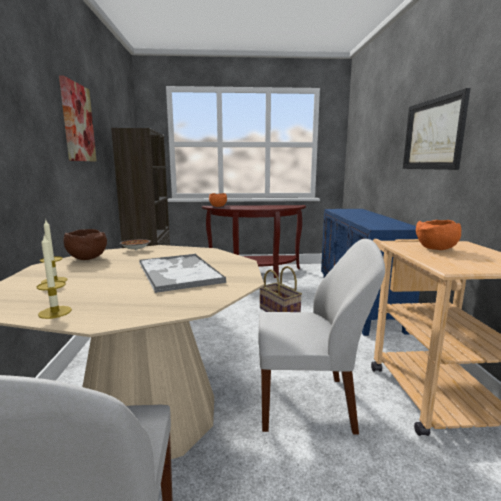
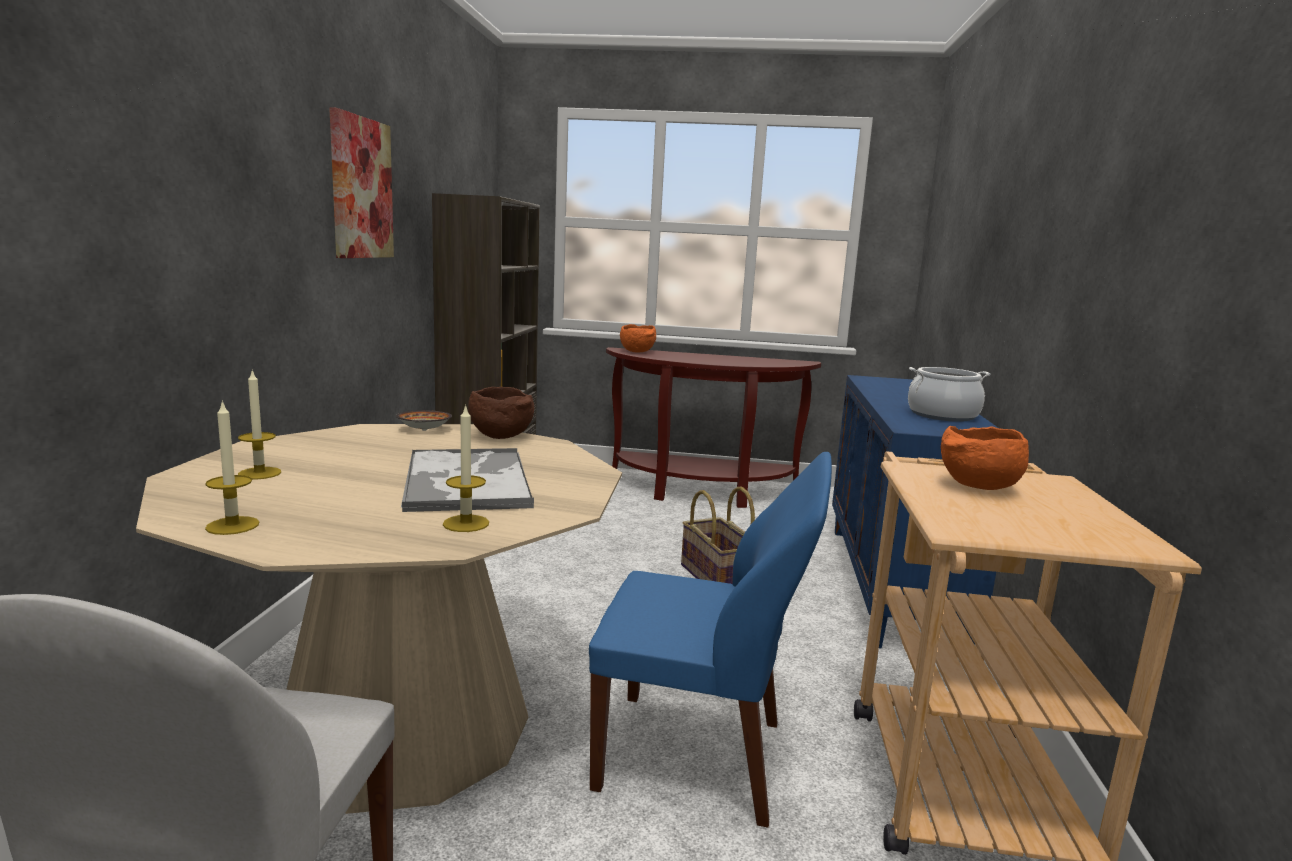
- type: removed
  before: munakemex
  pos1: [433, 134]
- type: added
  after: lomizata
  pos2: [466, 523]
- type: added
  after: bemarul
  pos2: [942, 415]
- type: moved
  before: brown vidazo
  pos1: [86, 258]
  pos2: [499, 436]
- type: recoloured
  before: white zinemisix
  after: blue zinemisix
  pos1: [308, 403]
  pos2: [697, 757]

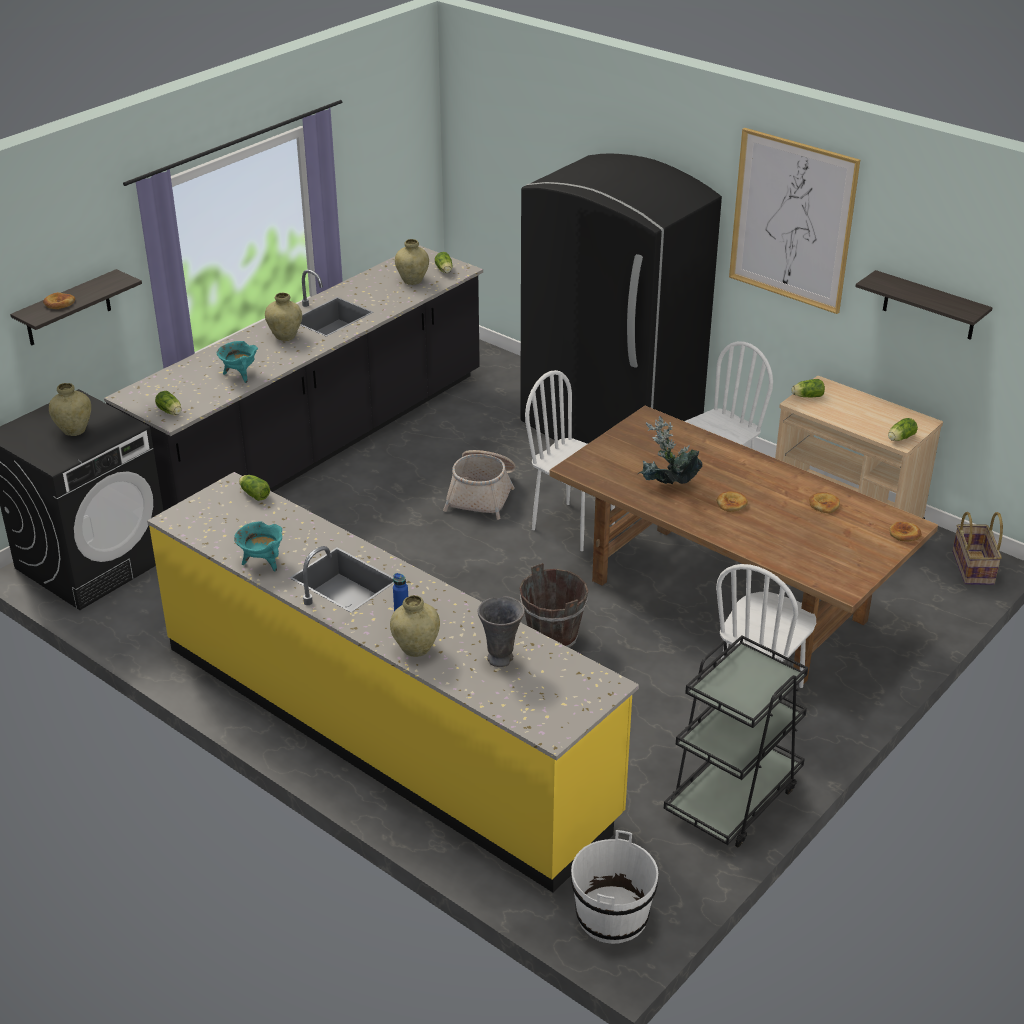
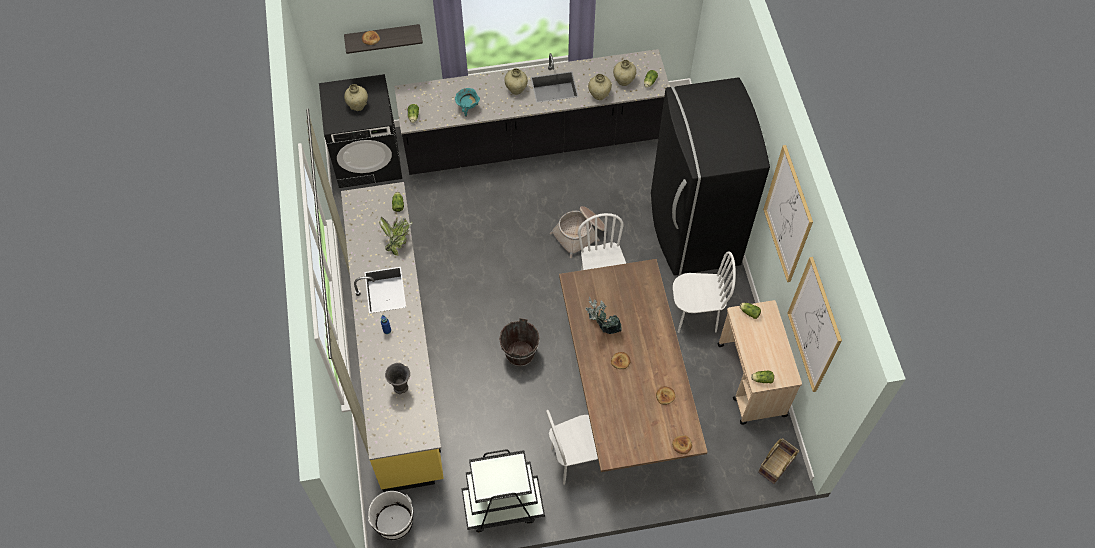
- type: removed
  before: turquoise bemarul
  pos1: [262, 562]
- type: added
  after: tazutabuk
  pos2: [398, 241]
- type: moved
  before: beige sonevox
  pos1: [416, 648]
  pos2: [599, 95]
- type: replaced
  before: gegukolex
  after: munakemex
  pos1: [929, 306]
  pos2: [814, 325]

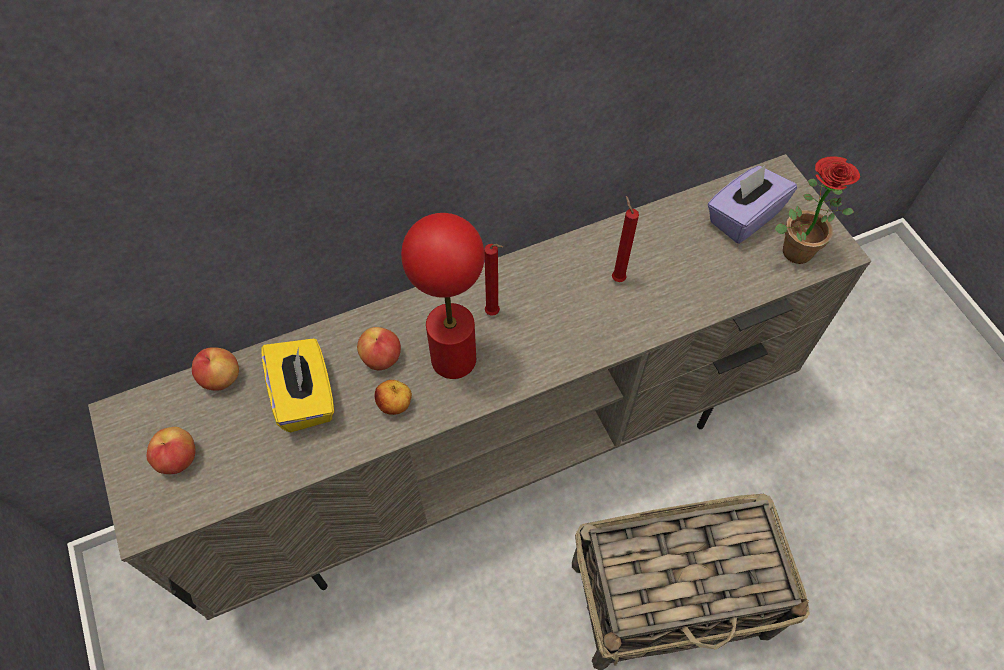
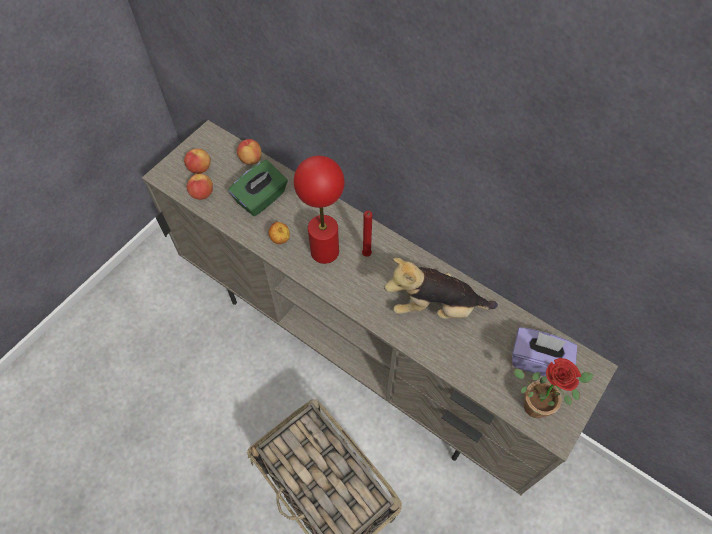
- type: moved
  before: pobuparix
  pos1: [381, 358]
  pos2: [202, 194]
- type: replaced
  before: red lomizata
  after: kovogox
  pos1: [617, 277]
  pos2: [436, 307]
- type: recoloured
  before: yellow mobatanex
  after: green mobatanex
  pos1: [305, 397]
  pos2: [261, 199]

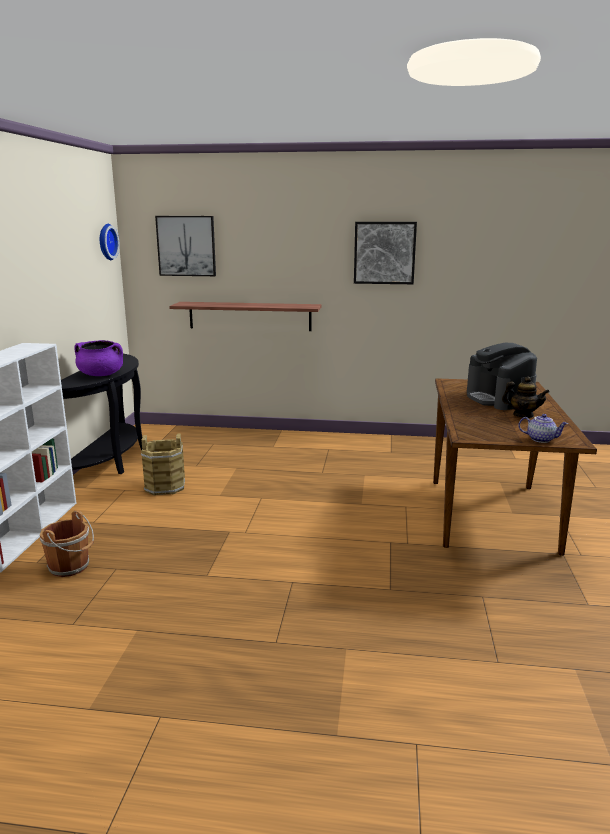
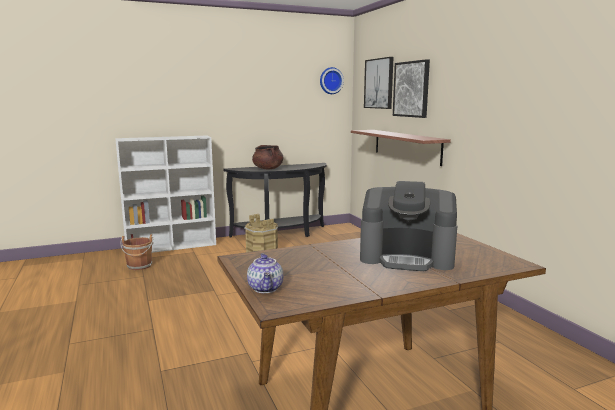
- type: removed
  before: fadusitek
  pos1: [523, 415]
- type: moved
  before: munakemex
  pos1: [384, 253]
  pos2: [411, 89]
- type: recoloured
  before: purple bemarul
  after: brown bemarul
  pos1: [101, 375]
  pos2: [268, 169]
- type: turned
  before: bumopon
  pos1: [499, 399]
  pos2: [407, 257]
  turn: -120

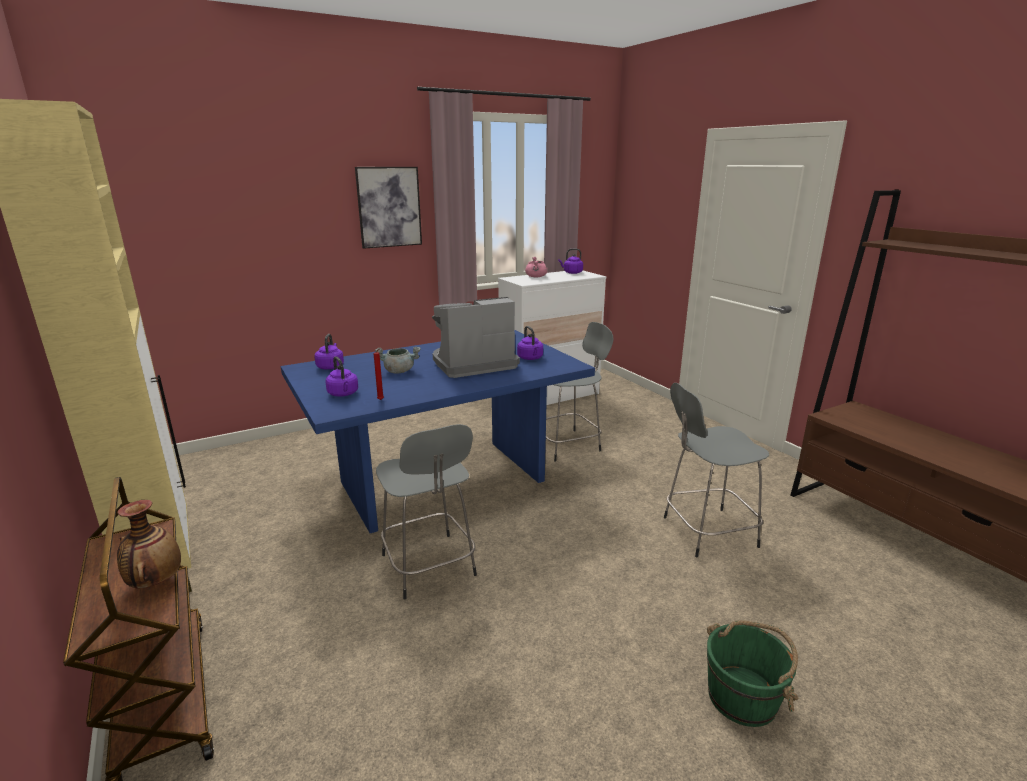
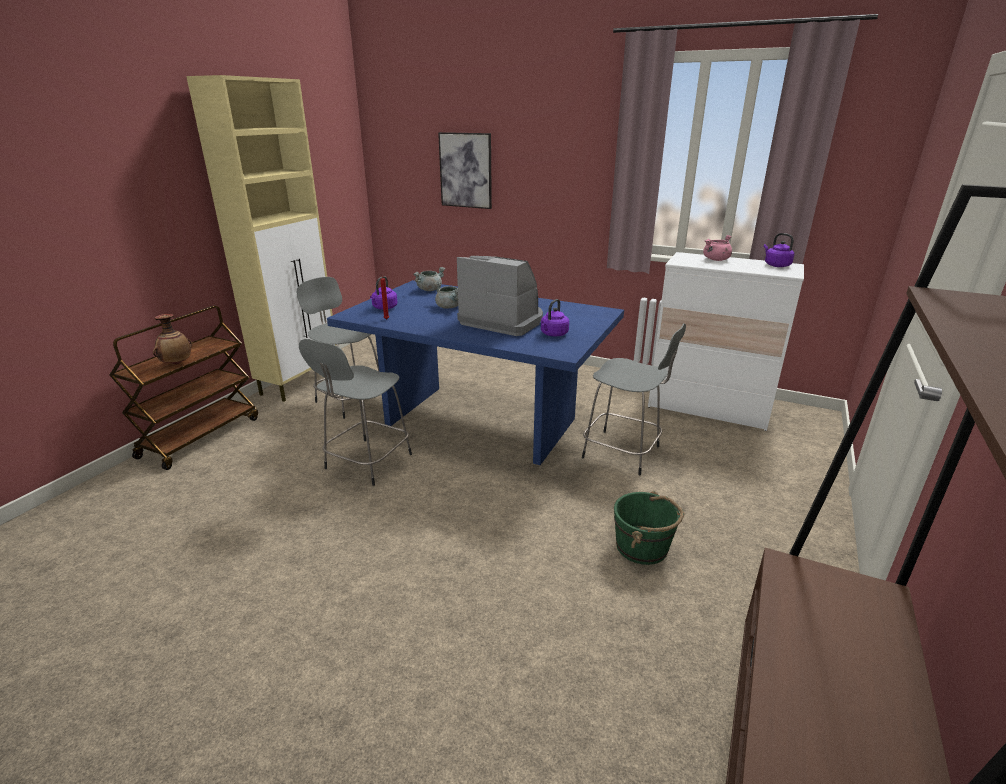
- type: moved
  before: munakemex
  pos1: [389, 207]
  pos2: [466, 170]
- type: moved
  before: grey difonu
  pos1: [706, 532]
  pos2: [349, 400]
- type: moved
  before: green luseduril
  pos1: [743, 697]
  pos2: [643, 547]
- type: replaced
  before: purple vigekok
  after: grey bemarul
  pos1: [330, 366]
  pos2: [429, 290]

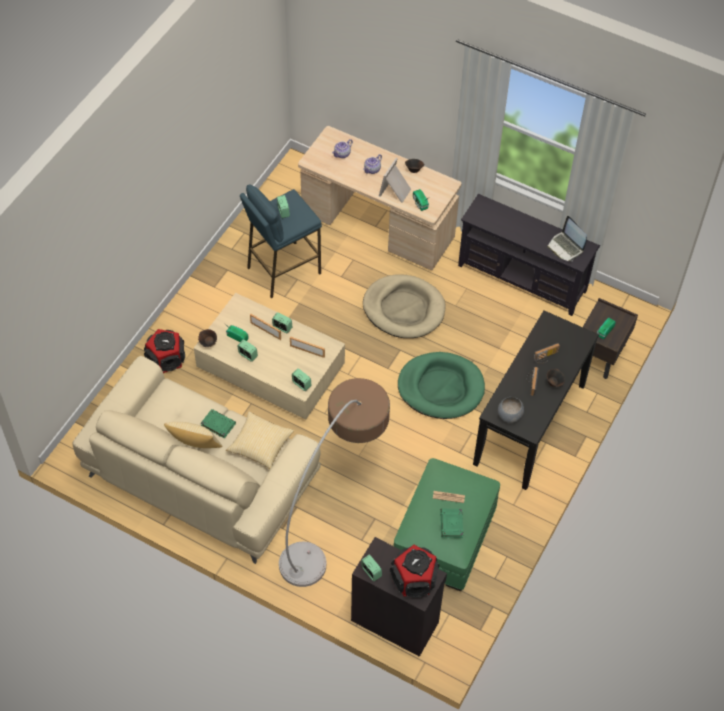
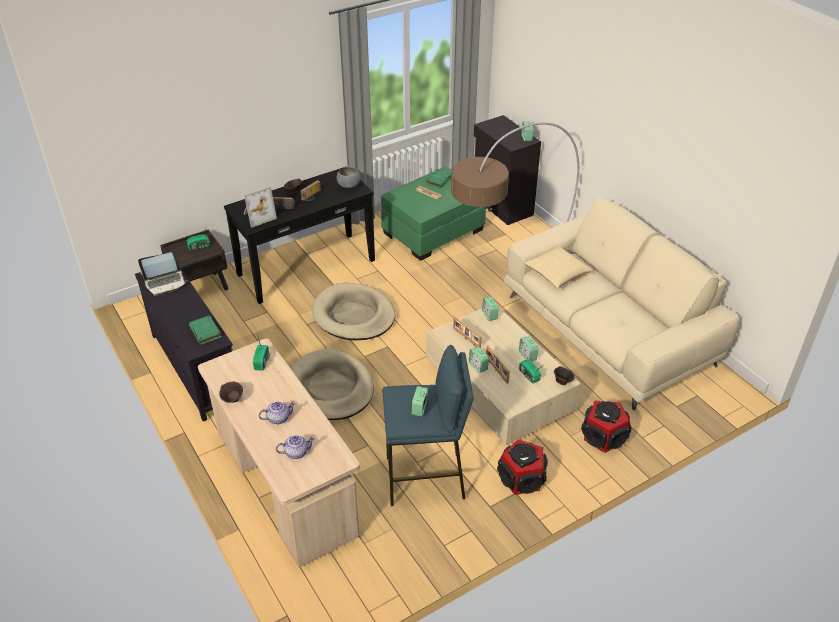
- type: removed
  before: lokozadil
  pos1: [195, 448]
- type: moved
  before: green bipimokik
  pos1: [218, 424]
  pos2: [205, 332]
- type: moved
  before: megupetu
  pos1: [396, 191]
  pos2: [258, 216]
- type: moved
  before: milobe
  pos1: [413, 579]
  pos2: [522, 479]
- type: recoloured
  before: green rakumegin
  after: beige rakumegin
  pos1: [441, 388]
  pos2: [354, 315]
- type: turned
  before: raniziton
  pos1: [566, 247]
  pos2: [165, 282]
  turn: 75

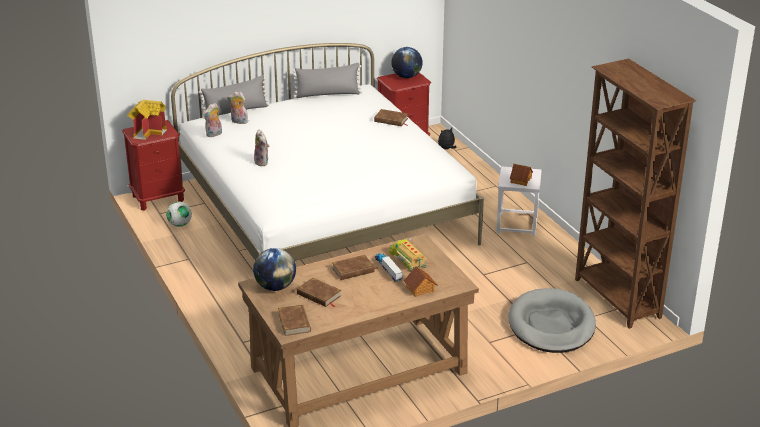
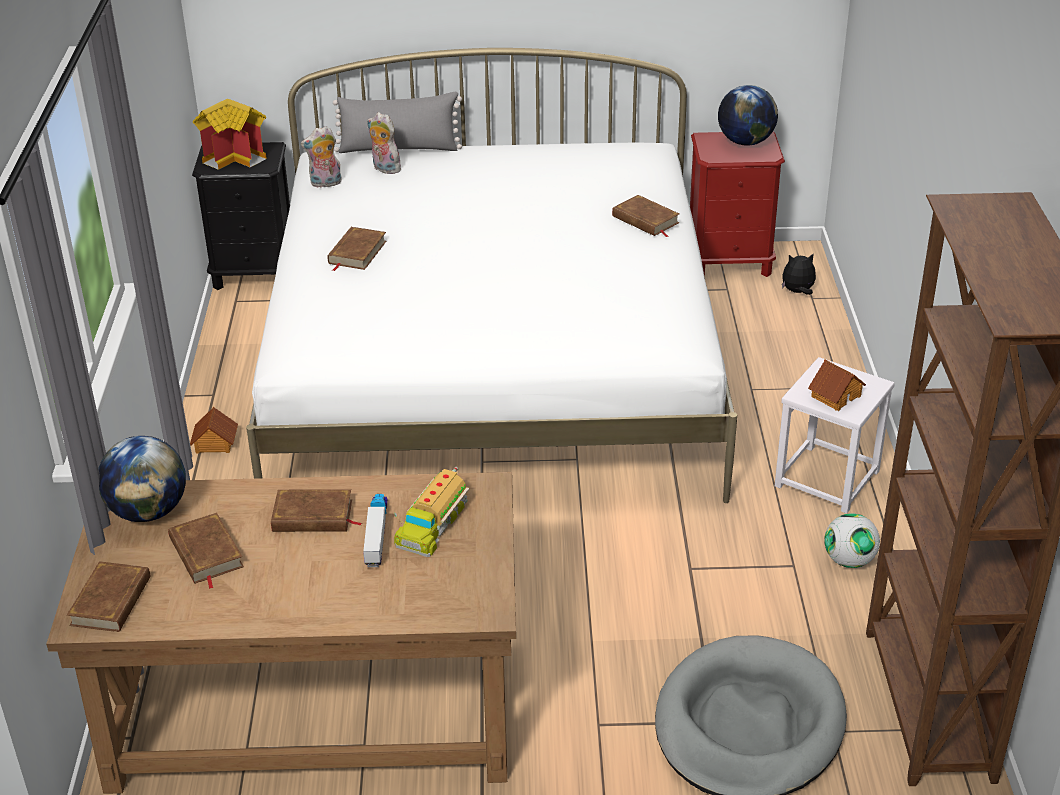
- type: removed
  before: grey lokozadil
  pos1: [328, 94]
- type: moved
  before: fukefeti
  pos1: [180, 224]
  pos2: [849, 561]
- type: moved
  before: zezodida
  pos1: [420, 289]
  pos2: [214, 443]
- type: replaced
  before: kovogox
  after: brown bipimokik
  pos1: [262, 162]
  pos2: [357, 252]
- type: recoloured
  before: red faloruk
  after: black faloruk
  pos1: [158, 198]
  pos2: [255, 273]
- type: turned
  before: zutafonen
  pos1: [408, 260]
  pos2: [432, 523]
  turn: -150

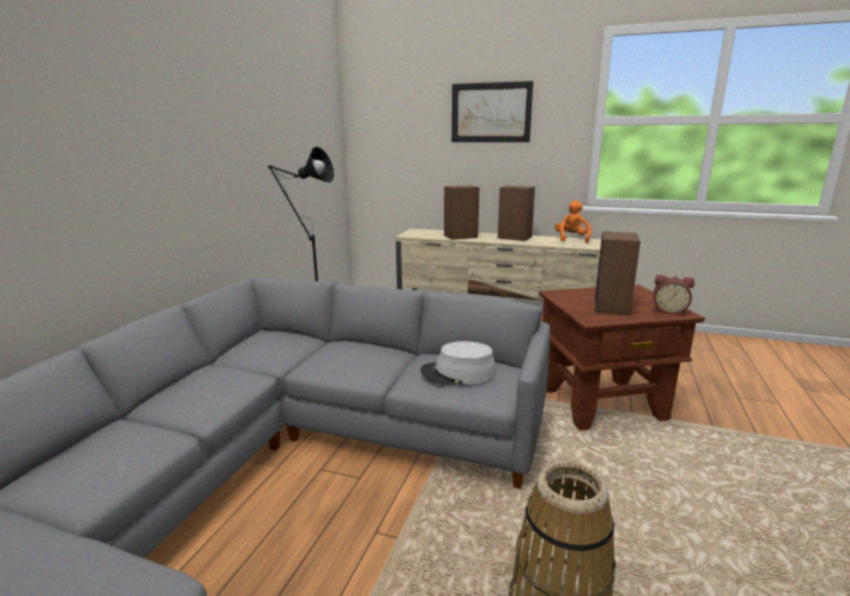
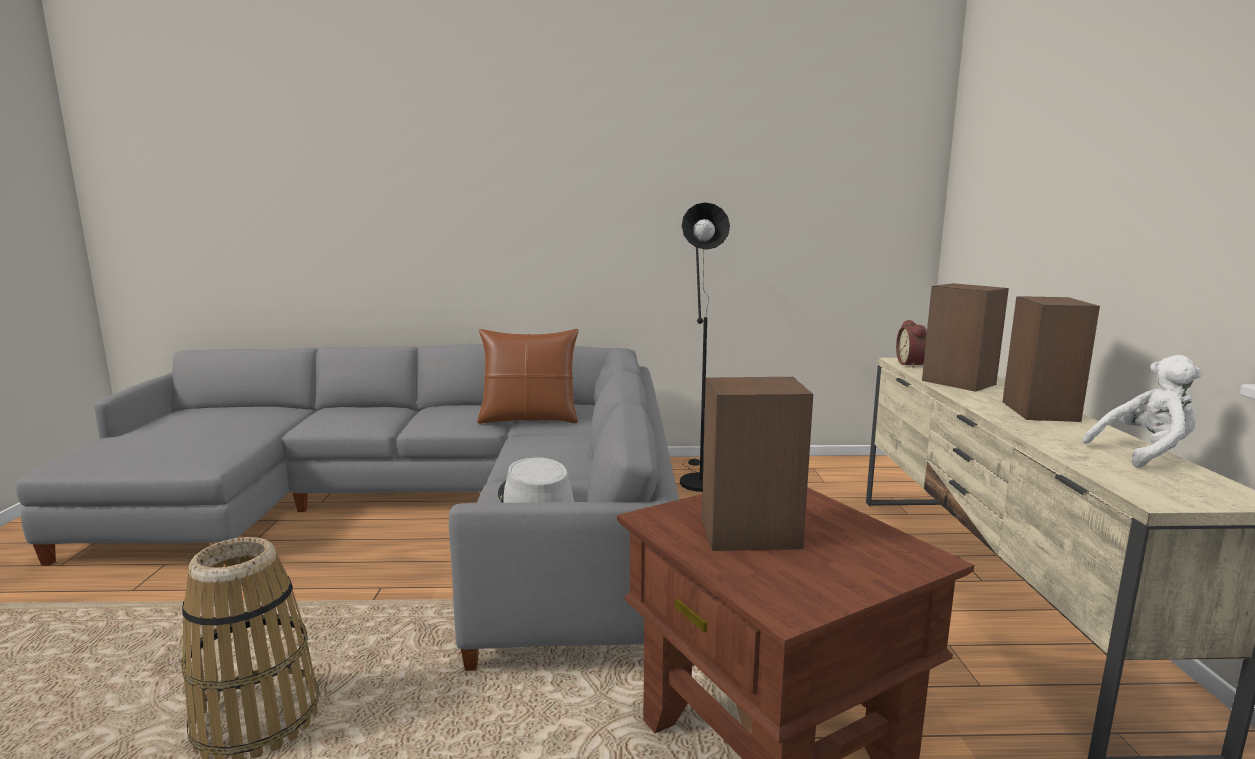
- type: removed
  before: munakemex
  pos1: [491, 112]
- type: added
  after: brown lokozadil
  pos2: [529, 419]
- type: moved
  before: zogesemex
  pos1: [669, 310]
  pos2: [913, 364]
- type: recoloured
  before: orange kovogox
  after: white kovogox
  pos1: [571, 239]
  pos2: [1145, 453]

